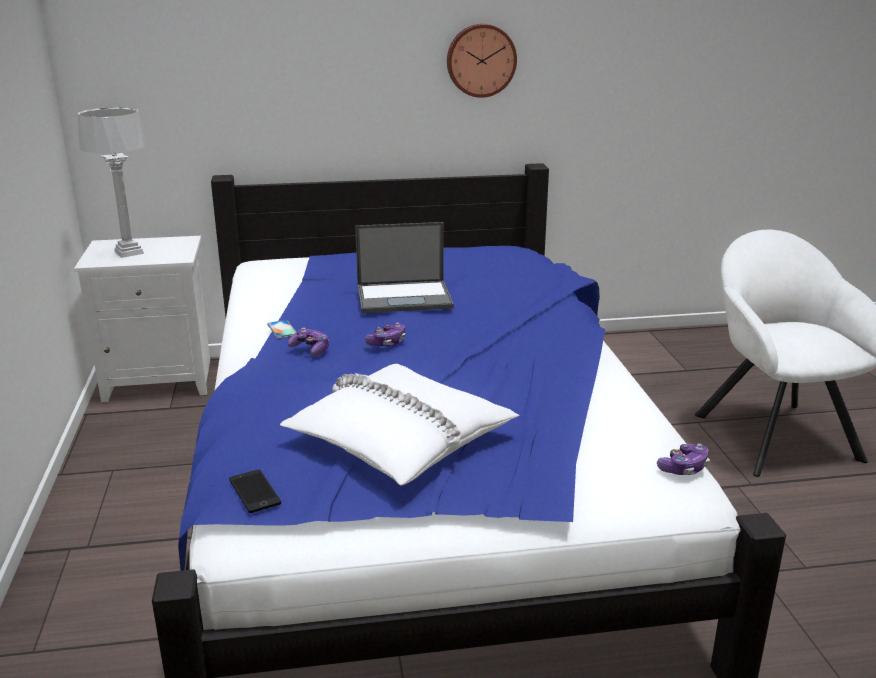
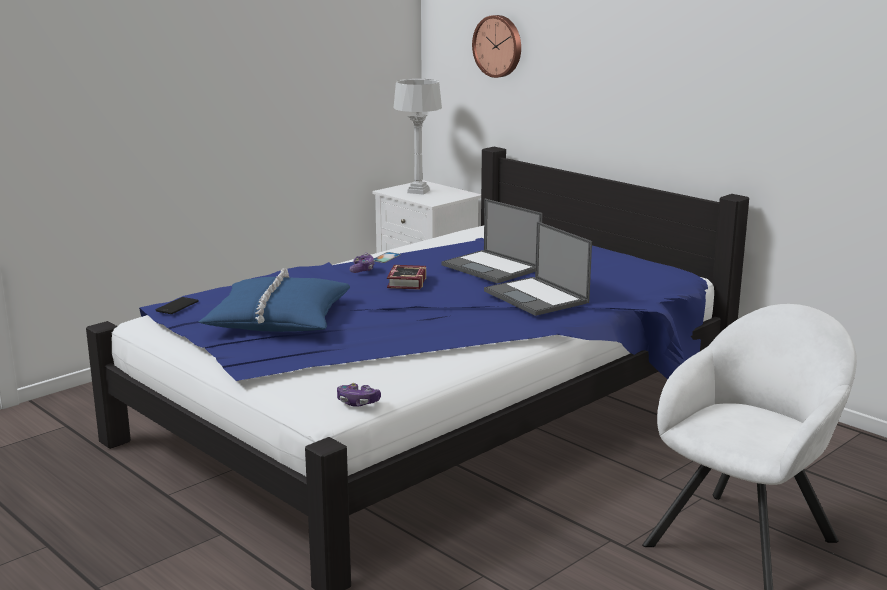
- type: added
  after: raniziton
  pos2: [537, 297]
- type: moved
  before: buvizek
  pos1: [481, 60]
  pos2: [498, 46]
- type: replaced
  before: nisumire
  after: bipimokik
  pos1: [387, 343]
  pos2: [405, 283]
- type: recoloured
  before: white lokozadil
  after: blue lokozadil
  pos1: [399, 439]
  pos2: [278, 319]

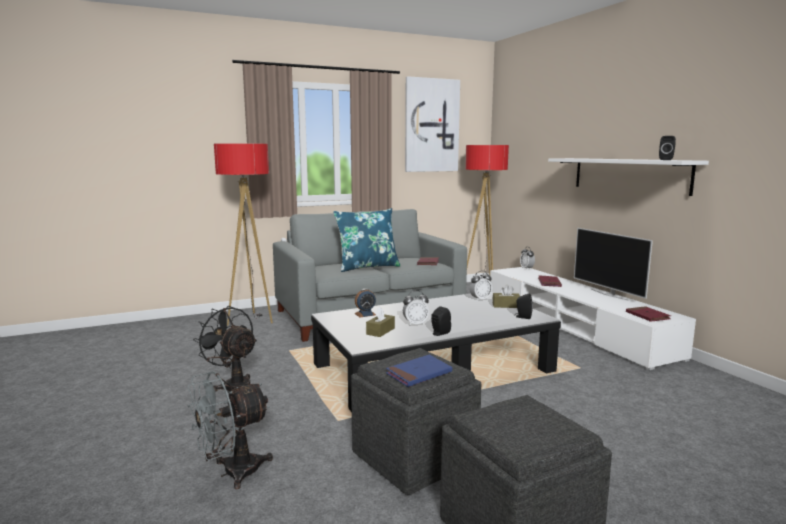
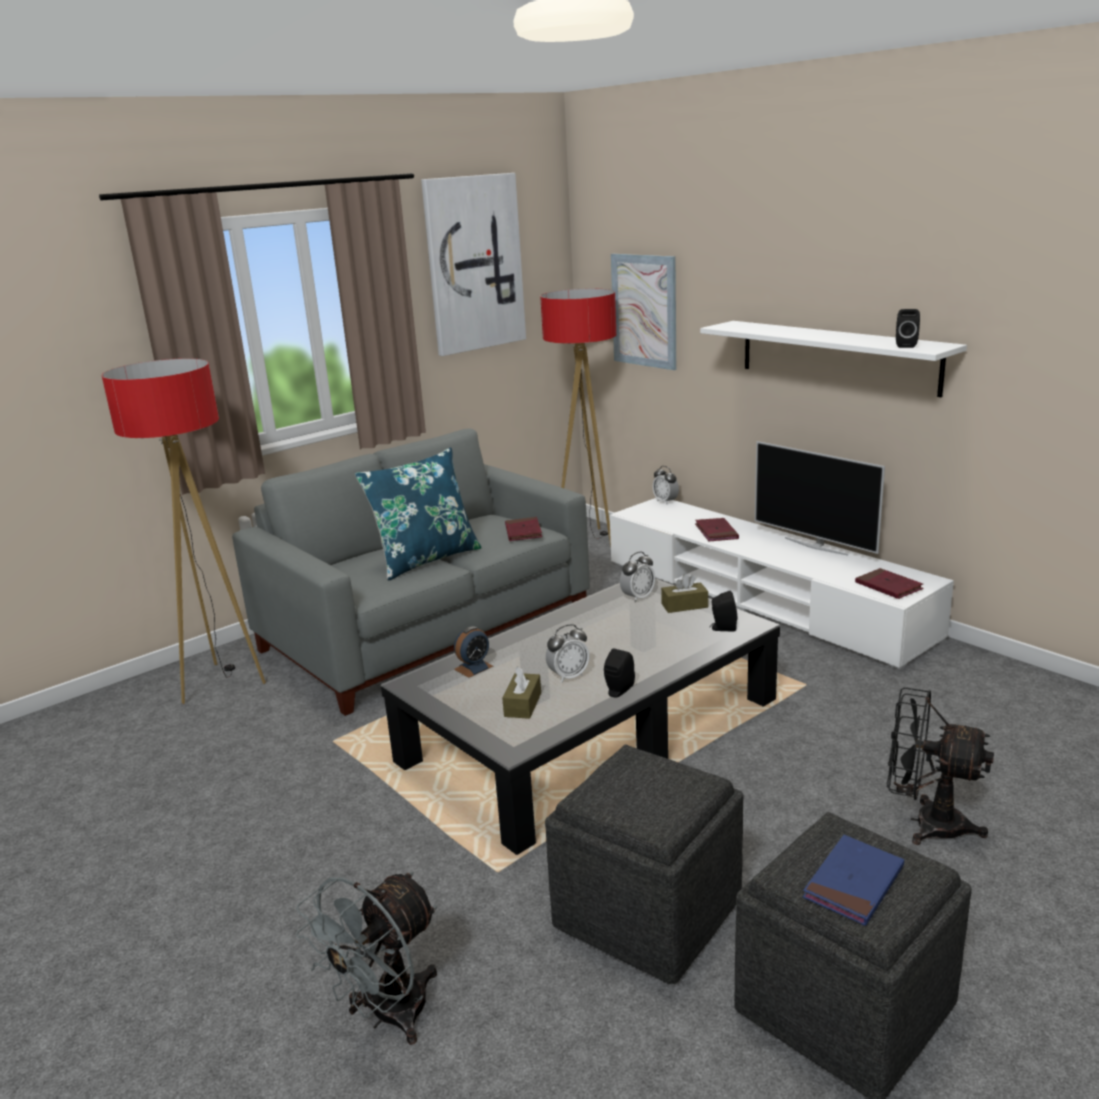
- type: added
  after: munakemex
  pos2: [644, 311]
- type: moved
  before: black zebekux
  pos1: [233, 385]
  pos2: [925, 823]
- type: moved
  before: blue bipimokik
  pos1: [419, 373]
  pos2: [853, 883]

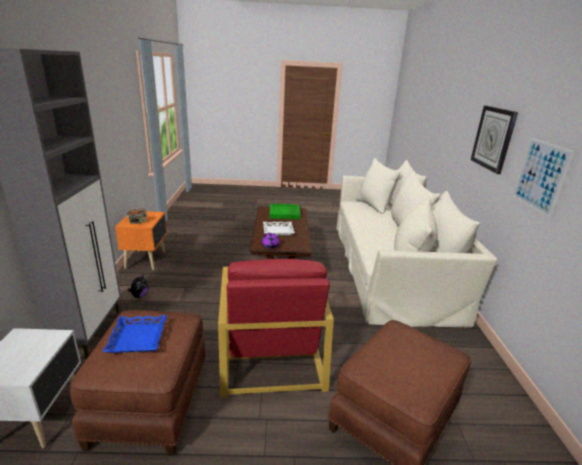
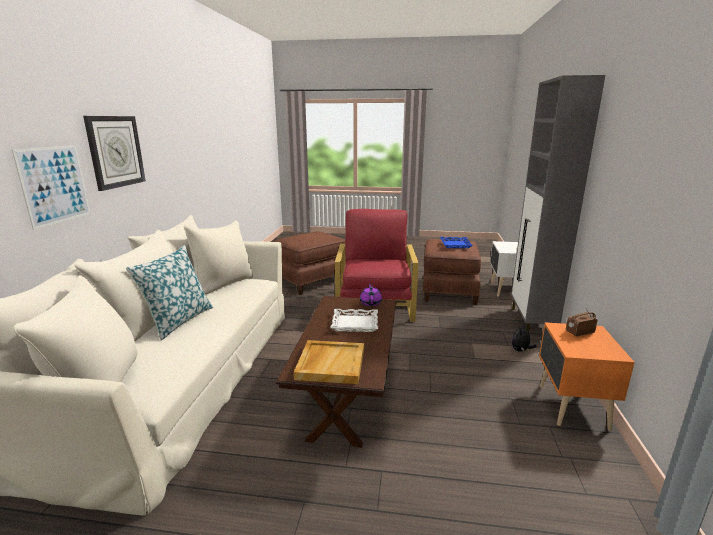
- type: added
  after: lokozadil
  pos2: [178, 321]
- type: moved
  before: munakemex
  pos1: [540, 176]
  pos2: [55, 185]
- type: recoloured
  before: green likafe
  after: beige likafe
  pos1: [284, 213]
  pos2: [330, 363]

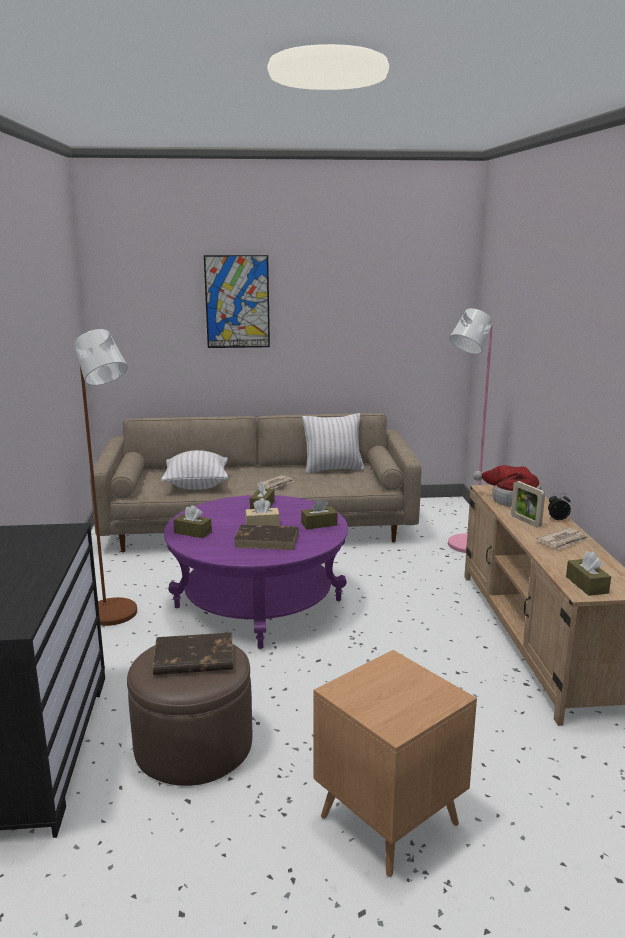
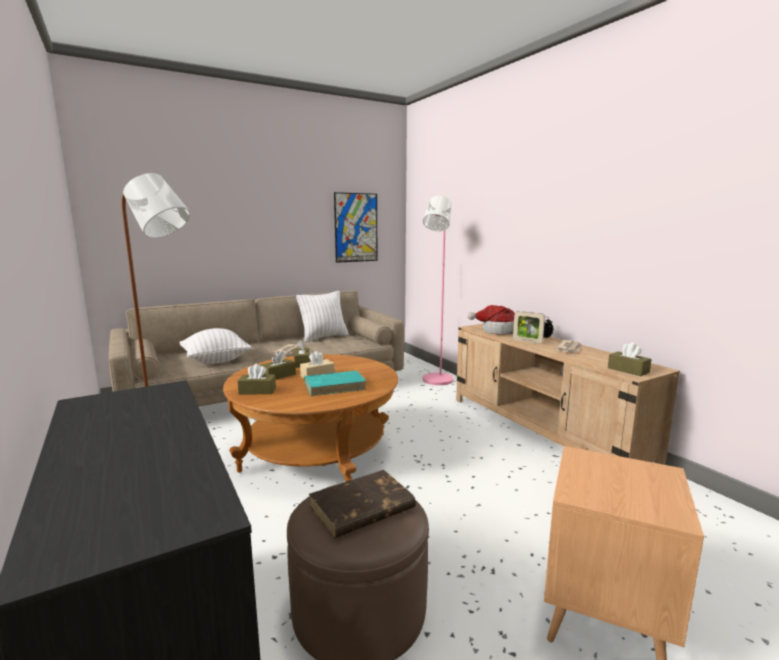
- type: moved
  before: munakemex
  pos1: [237, 302]
  pos2: [356, 227]
- type: moved
  before: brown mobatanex
  pos1: [319, 524]
  pos2: [278, 376]
- type: recoloured
  before: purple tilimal
  after: brown tilimal
  pos1: [258, 604]
  pos2: [316, 451]
- type: recoloured
  before: brown bipimokik
  after: turquoise bipimokik
  pos1: [267, 540]
  pos2: [335, 386]

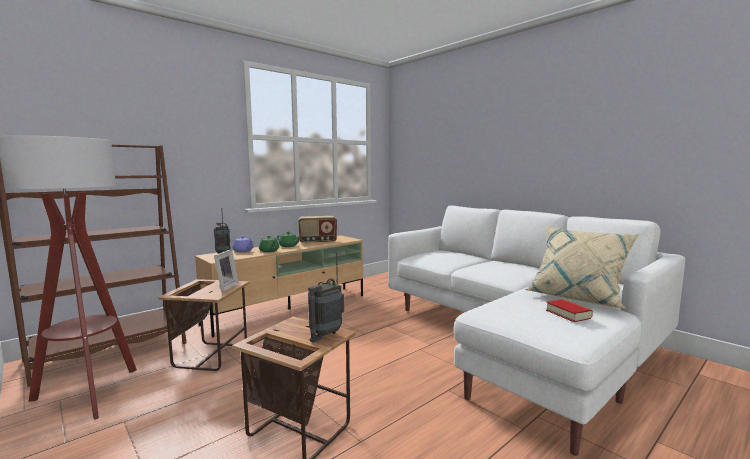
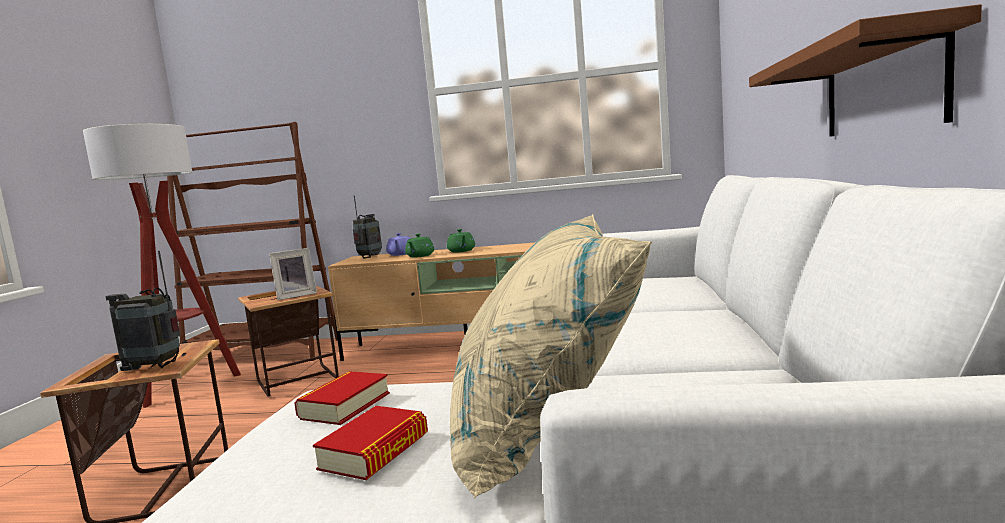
- type: removed
  before: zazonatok
  pos1: [317, 242]
- type: added
  after: bipimokik
  pos2: [345, 405]
- type: added
  after: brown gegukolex
  pos2: [880, 88]

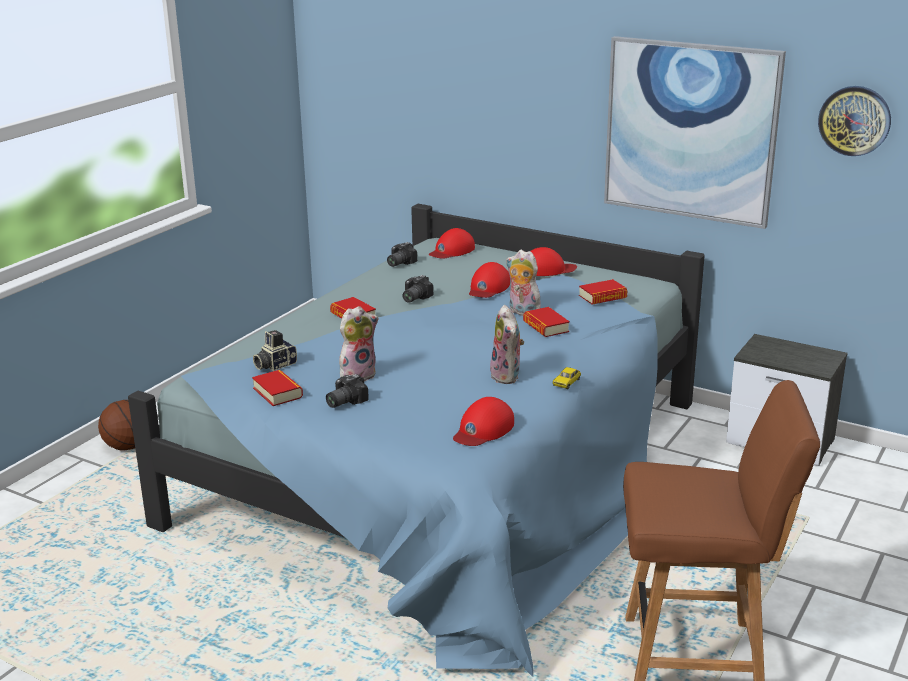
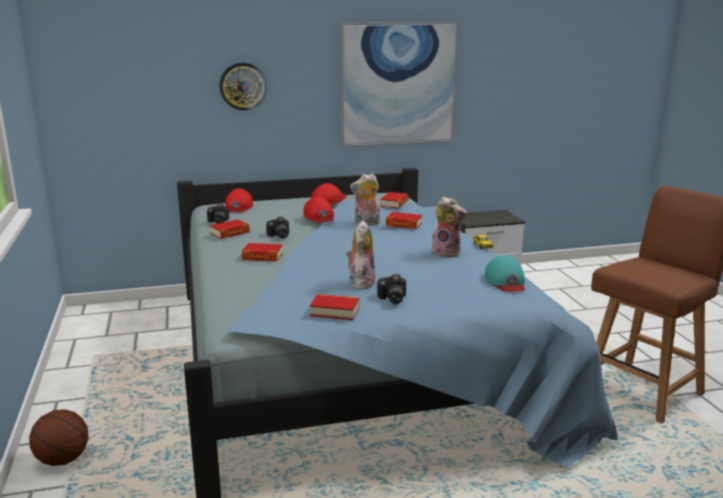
- type: removed
  before: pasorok
  pos1: [274, 365]
- type: added
  after: bipimokik
  pos2: [230, 233]
- type: moved
  before: buvizek
  pos1: [854, 120]
  pos2: [243, 86]
- type: recoloured
  before: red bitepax
  after: turquoise bitepax
  pos1: [483, 429]
  pos2: [505, 281]

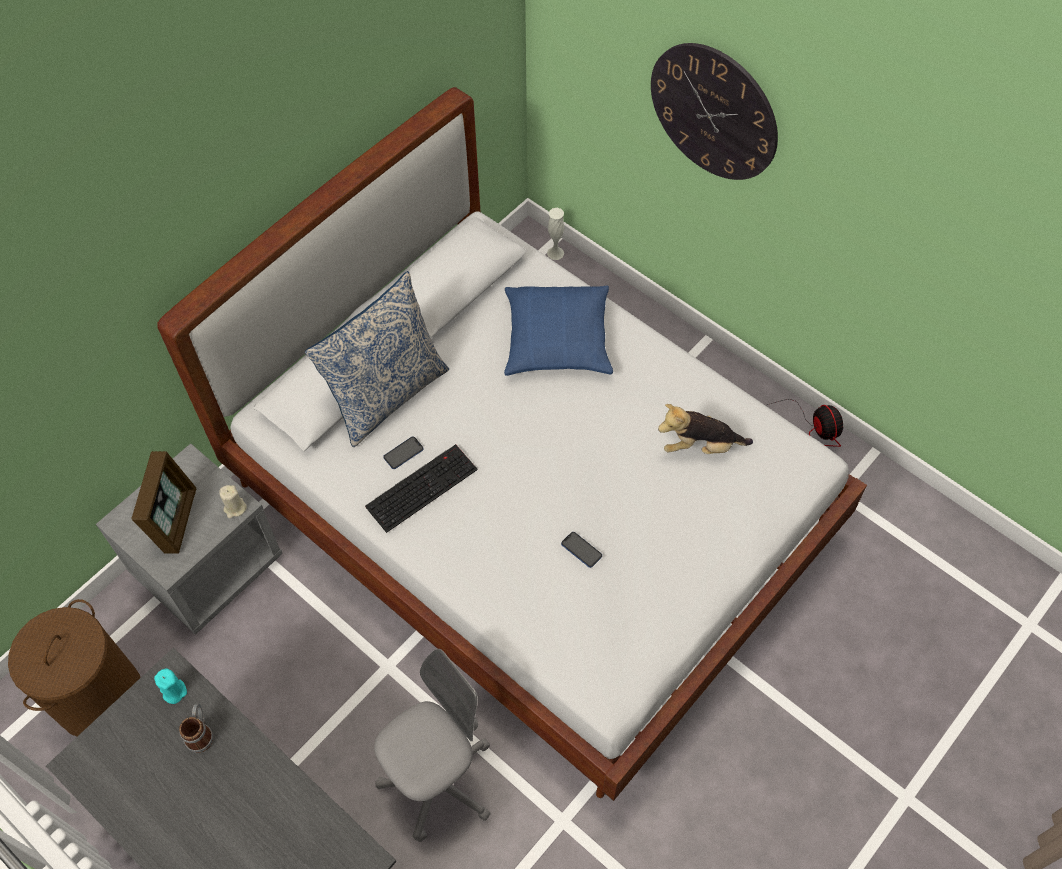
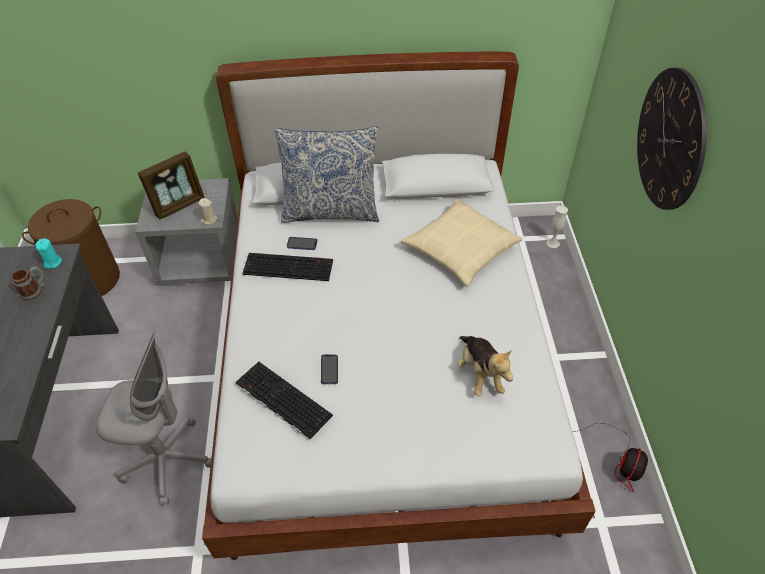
- type: added
  after: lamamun
  pos2: [281, 399]
- type: recoloured
  before: blue lokozadil
  after: beige lokozadil
  pos1: [557, 339]
  pos2: [460, 250]
- type: turned
  before: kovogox
  pos1: [699, 446]
  pos2: [480, 373]
  turn: -150

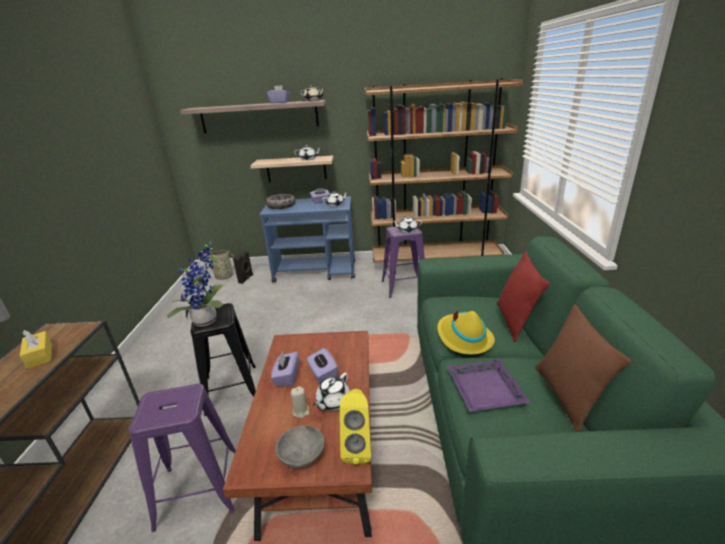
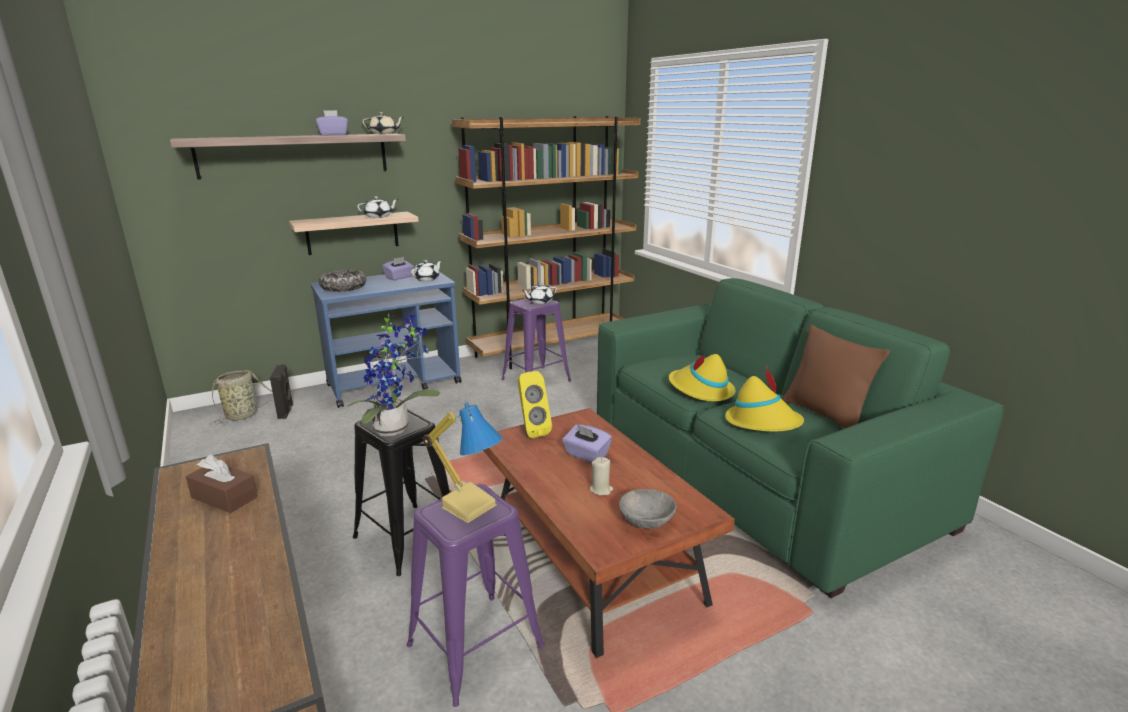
- type: removed
  before: purple mobatanex
  pos1: [287, 377]
- type: removed
  before: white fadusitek
  pos1: [333, 402]
- type: removed
  before: red lokozadil
  pos1: [514, 321]
- type: added
  after: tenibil
  pos2: [470, 505]
- type: moved
  before: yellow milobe
  pos1: [358, 448]
  pos2: [531, 431]
- type: replaced
  before: purple likafe
  after: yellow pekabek
  pos1: [485, 389]
  pos2: [762, 423]
- type: recoloured
  before: yellow mobatanex
  after: brown mobatanex
  pos1: [39, 355]
  pos2: [224, 497]

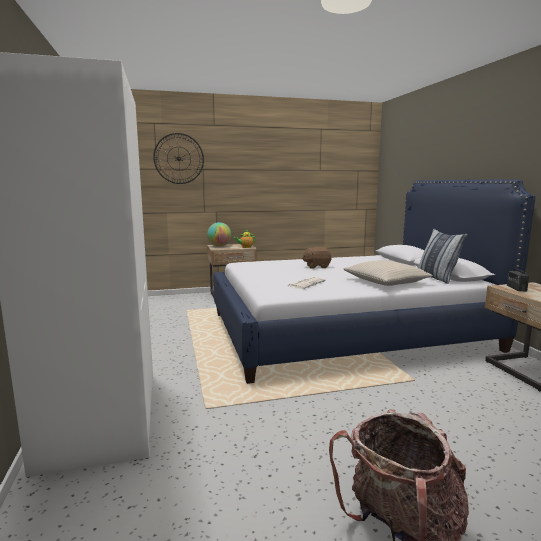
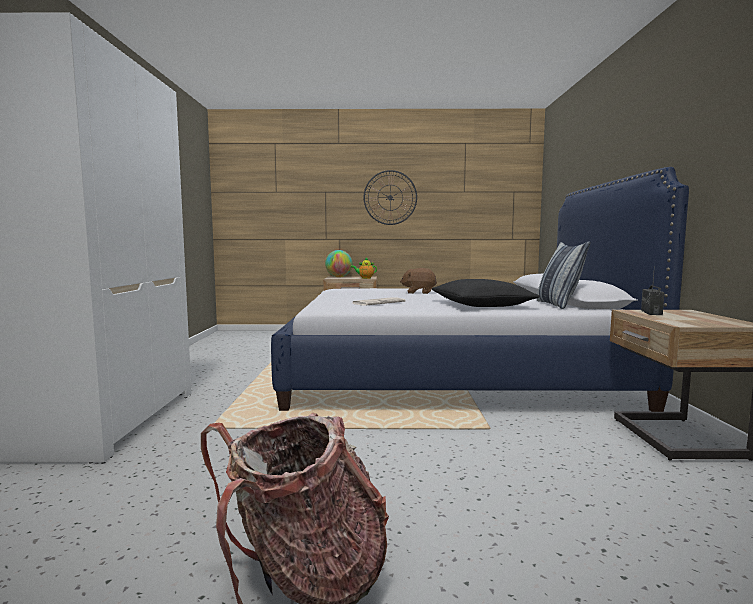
- type: moved
  before: buvizek
  pos1: [179, 158]
  pos2: [390, 197]
- type: recoloured
  before: beige lokozadil
  after: black lokozadil
  pos1: [385, 281]
  pos2: [481, 305]

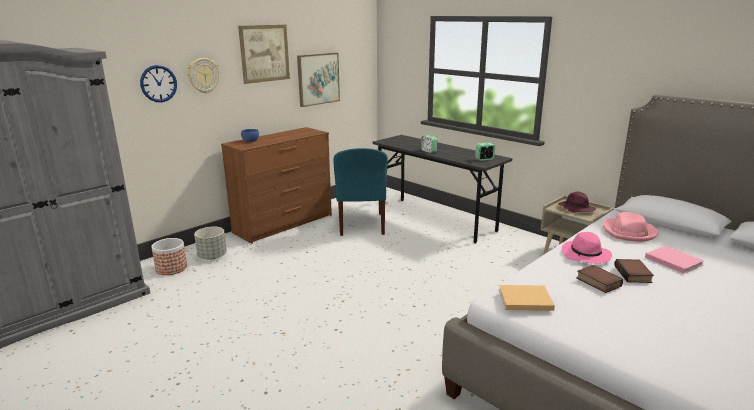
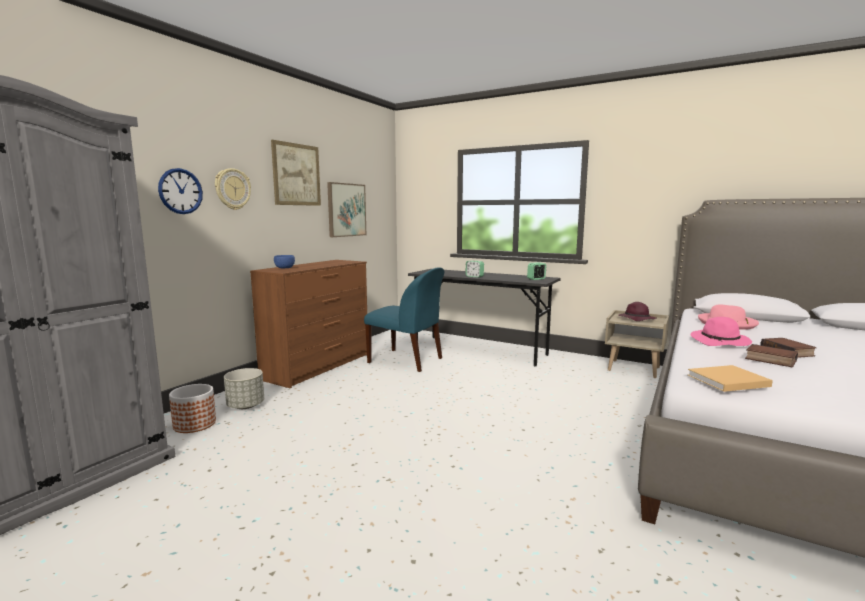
- type: removed
  before: pink bipimokik
  pos1: [672, 260]
- type: turned
  before: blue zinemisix
  pos1: [361, 225]
  pos2: [407, 361]
  turn: -45

